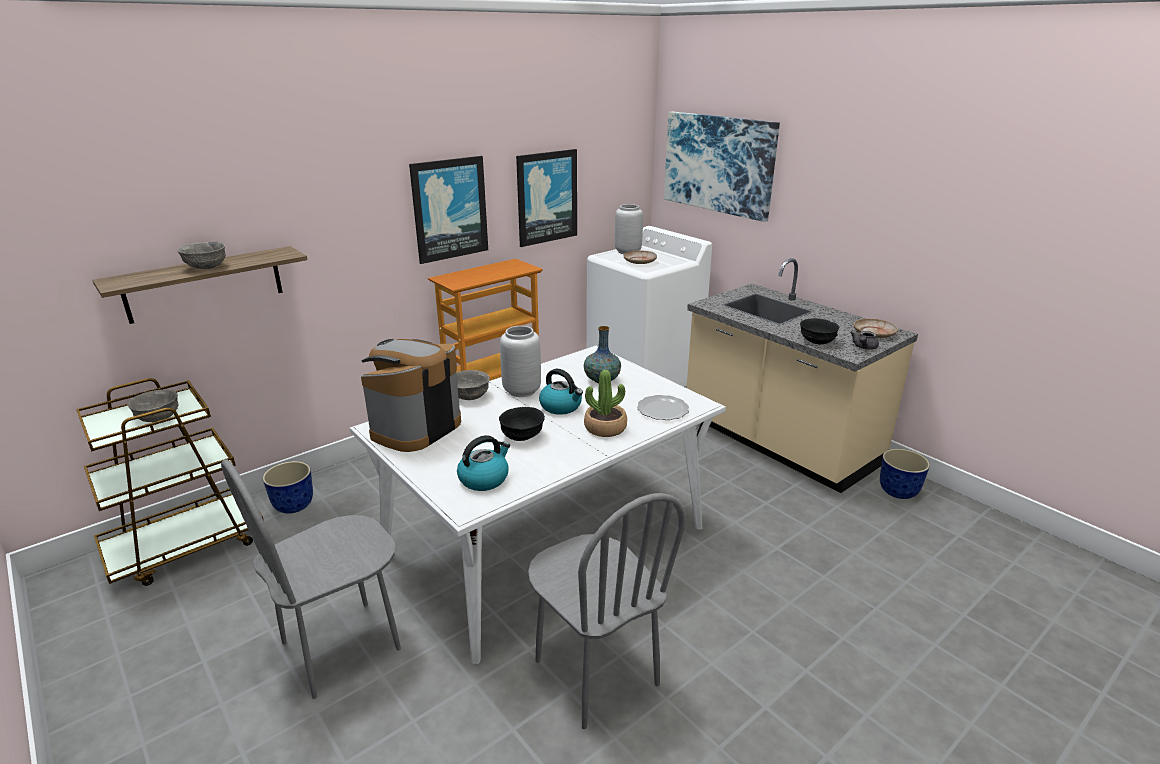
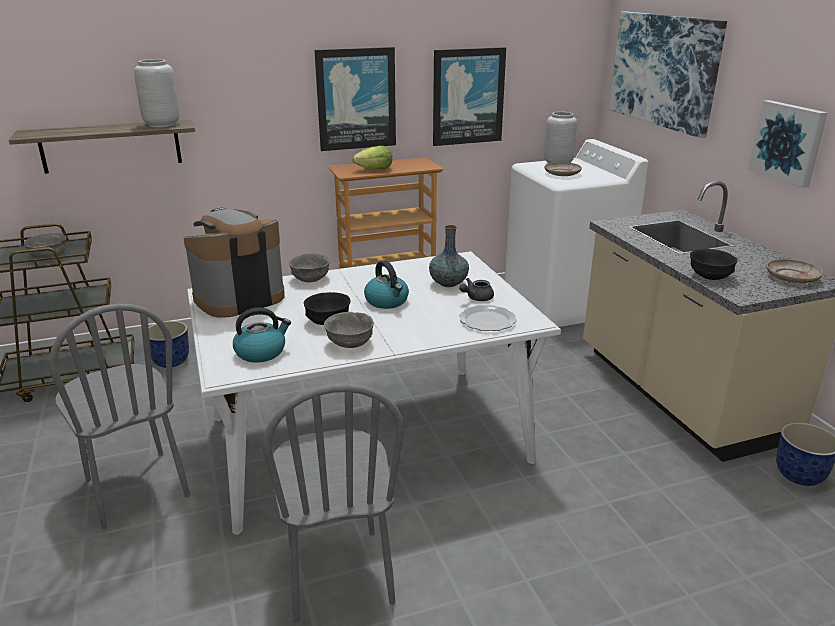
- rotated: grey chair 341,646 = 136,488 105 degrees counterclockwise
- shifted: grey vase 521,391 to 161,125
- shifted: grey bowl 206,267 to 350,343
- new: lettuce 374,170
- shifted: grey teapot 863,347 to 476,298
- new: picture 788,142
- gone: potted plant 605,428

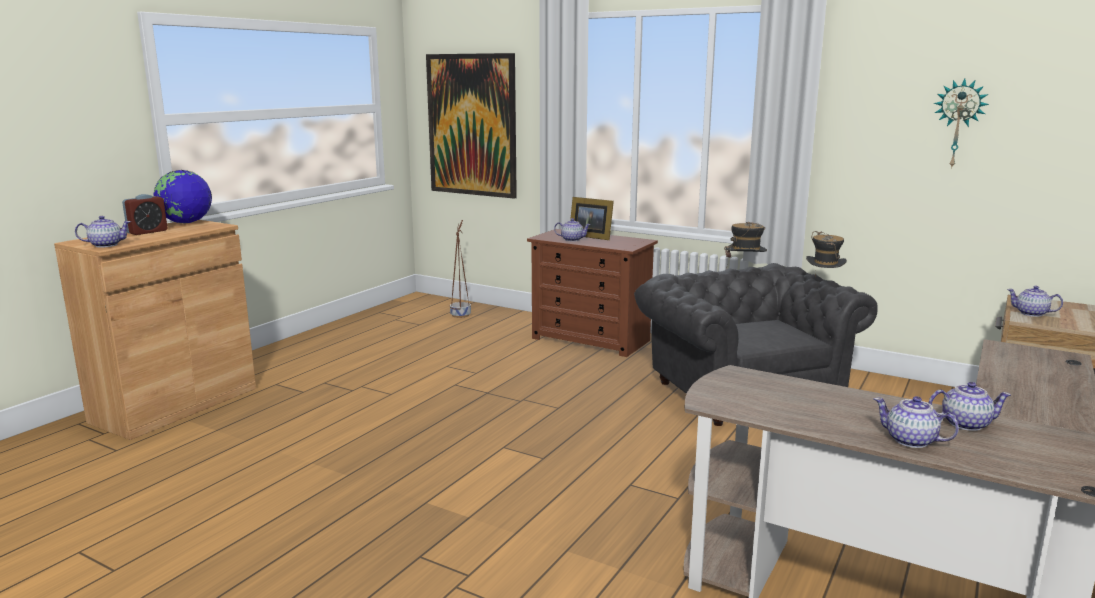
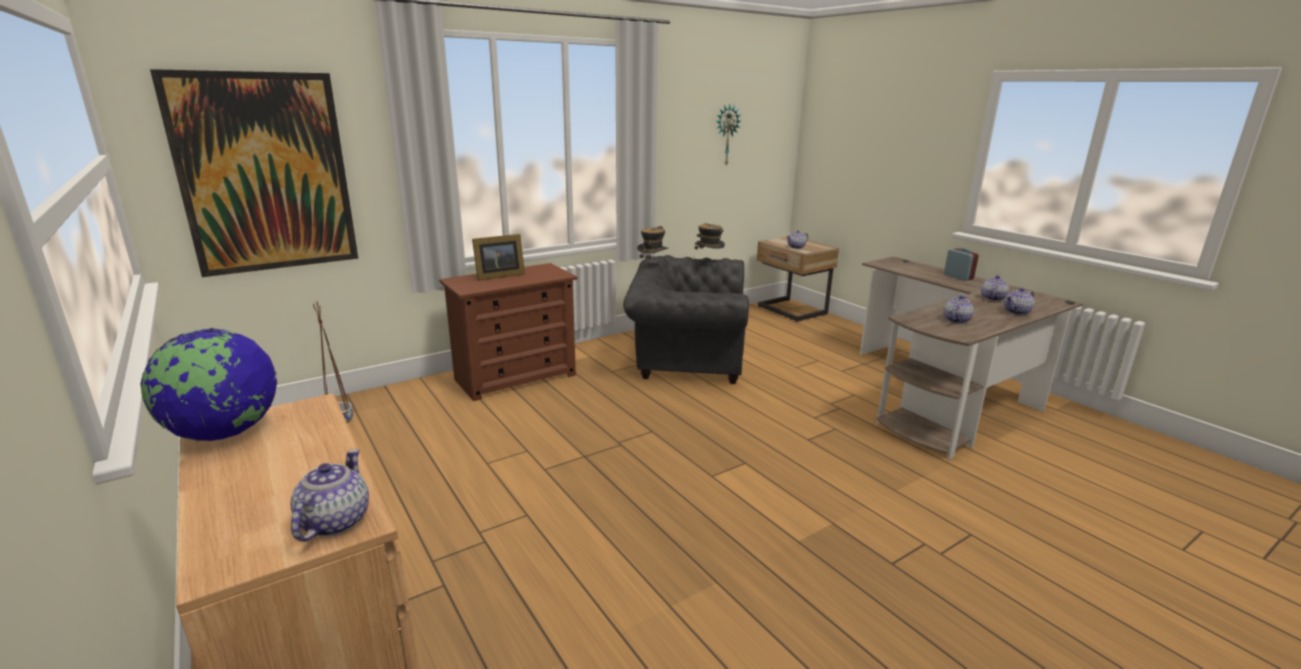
- shifted: teapot 572,239 to 956,320
- shifted: alarm clock 147,232 to 958,277

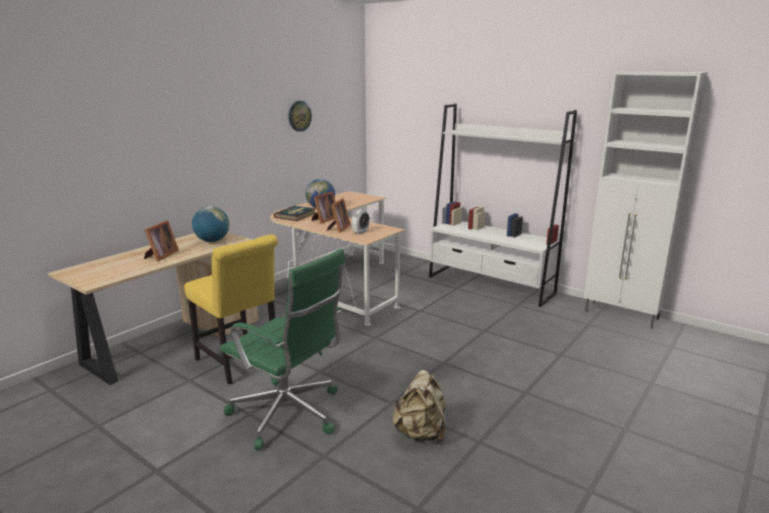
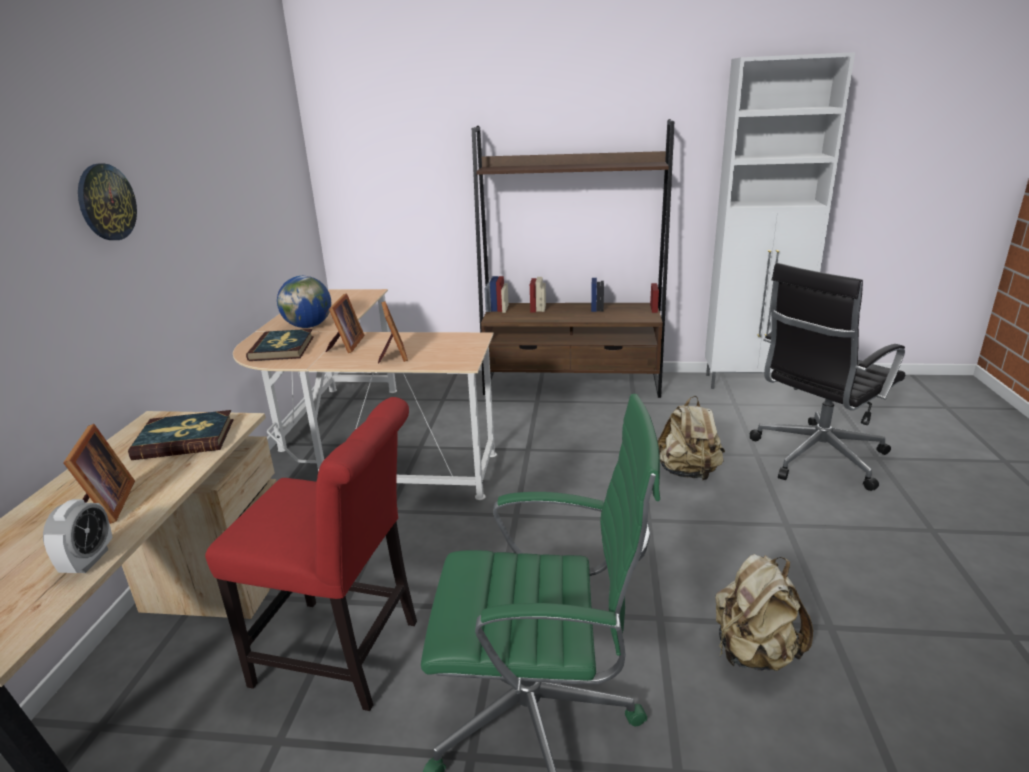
- shifted: alarm clock 360,232 to 88,561
- shifted: wall clock 299,116 to 106,202
- swapped: globe 212,241 to book 185,439
- repainted: yellow chair 240,363 to red chair 345,655
- repainted: white bookcase 490,285 to brown bookcase 572,384
- new: beige backpack 688,472
- new: black office chair 815,457

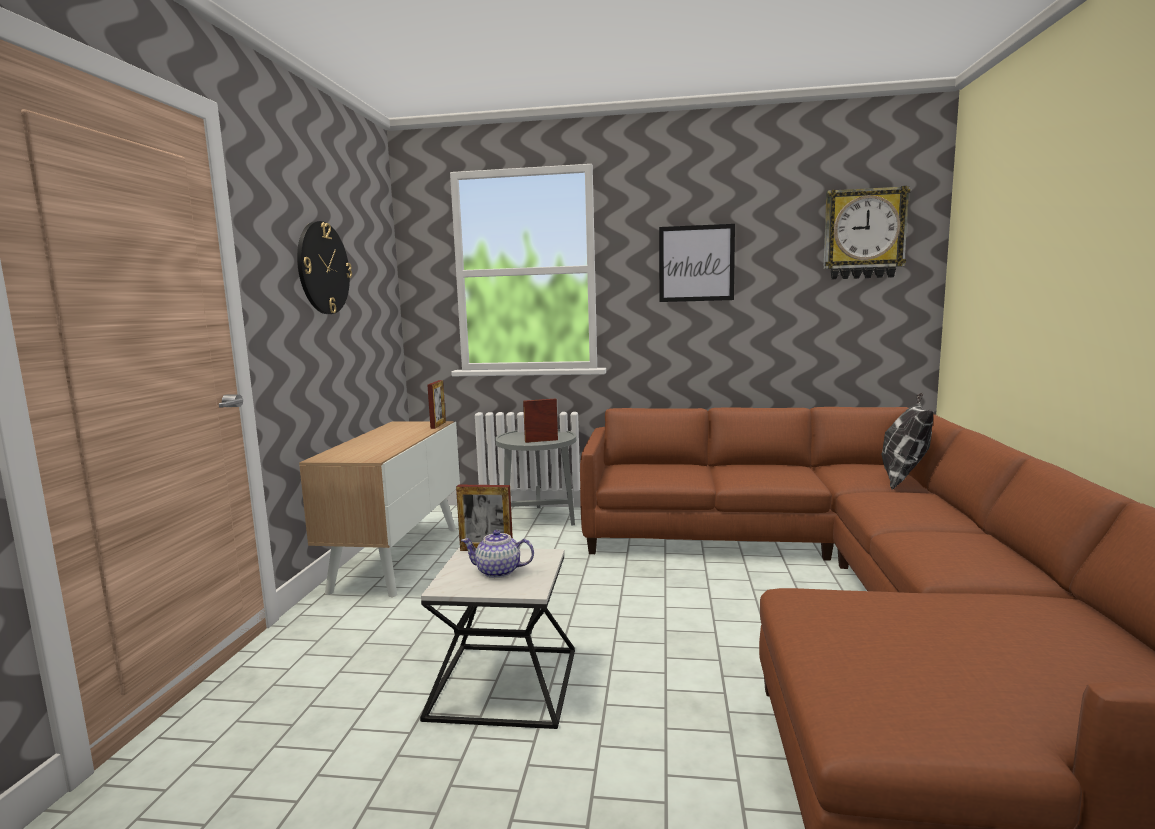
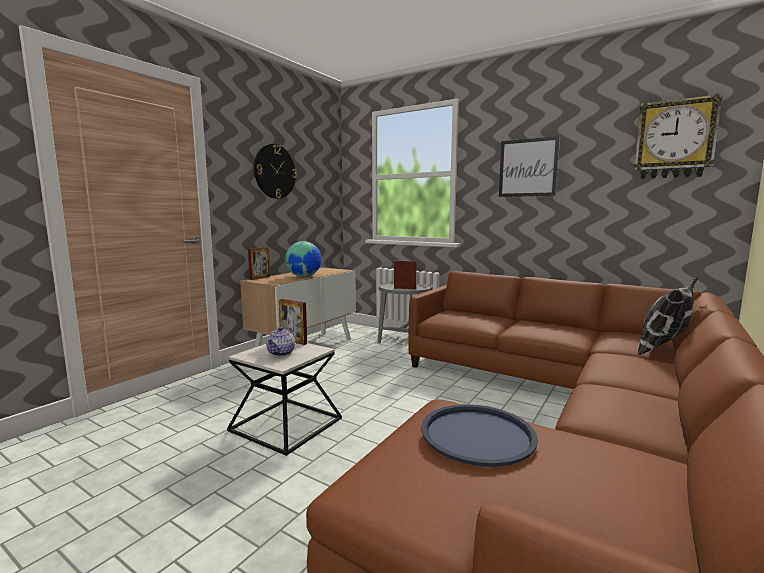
- shifted: picture frame 438,425 to 260,278
- rotated: teapot 499,572 = 281,353 105 degrees counterclockwise
- new: globe 304,276
- new: blue tray 477,435

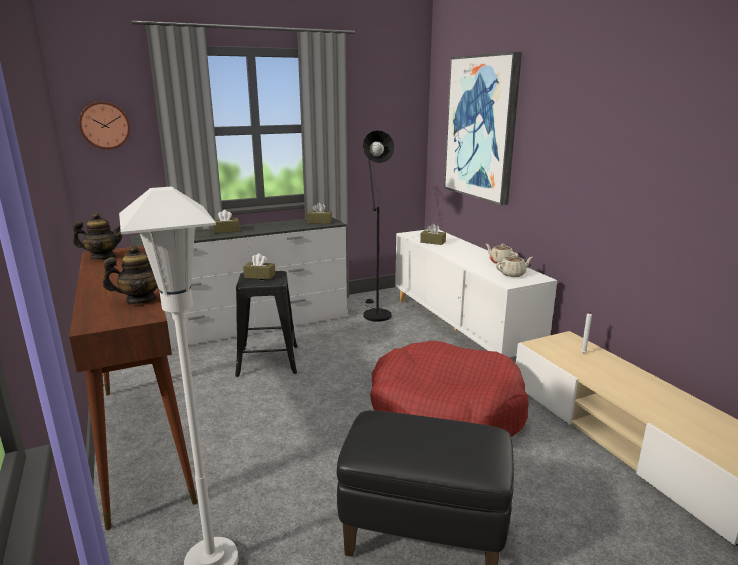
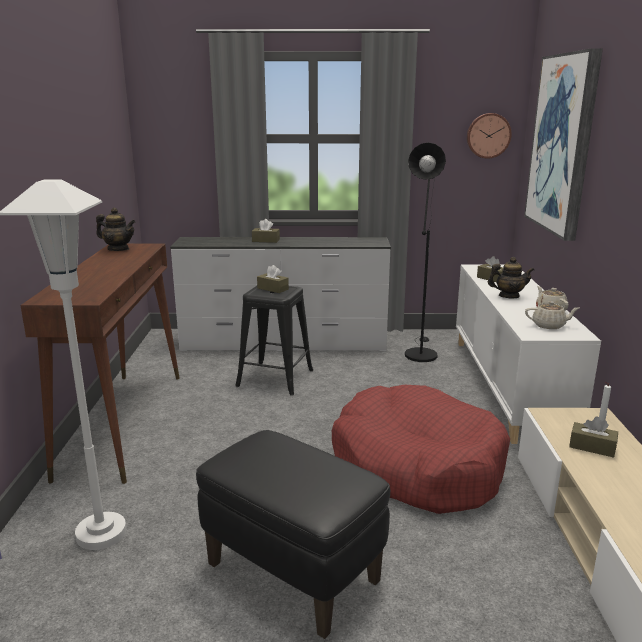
- shifted: wall clock 105,125 to 488,135
- shifted: teapot 141,300 to 508,296
- shifted: brown tissue box 319,222 to 592,447

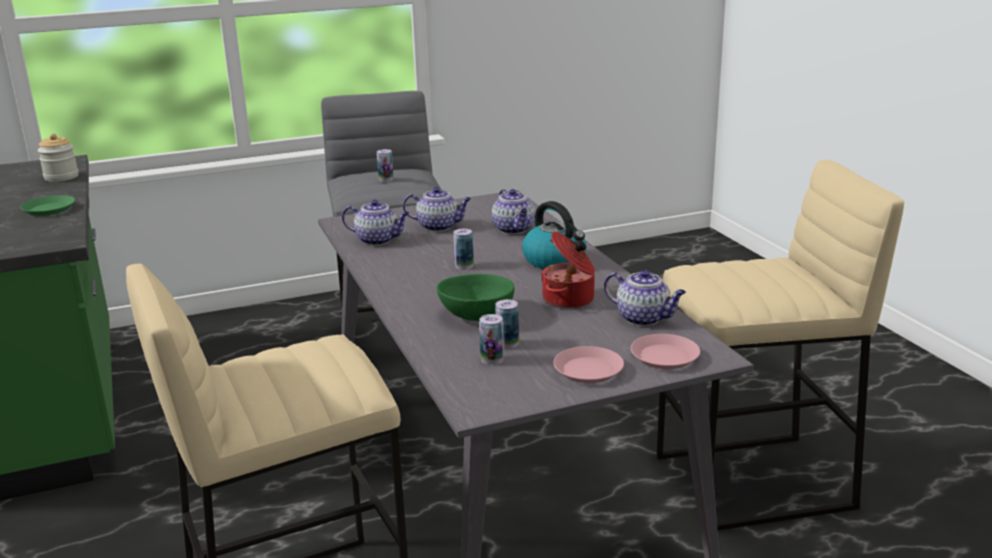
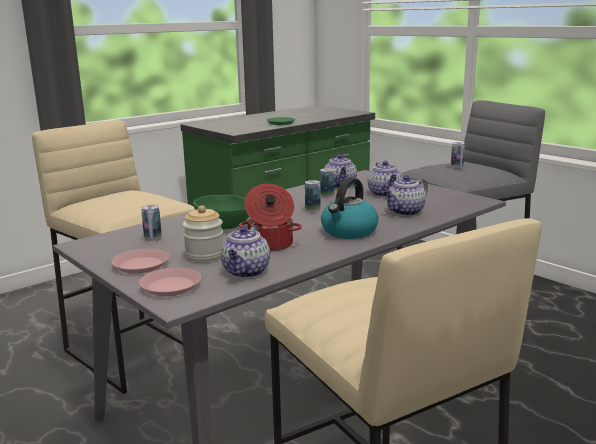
- shifted: jar 61,177 to 205,256
- shifted: can 507,344 to 327,196

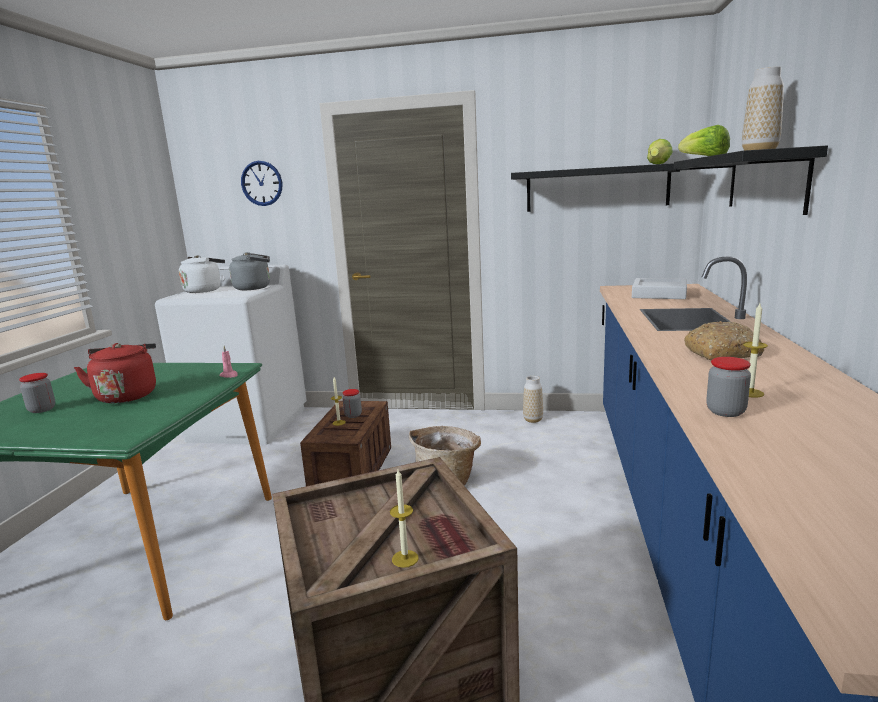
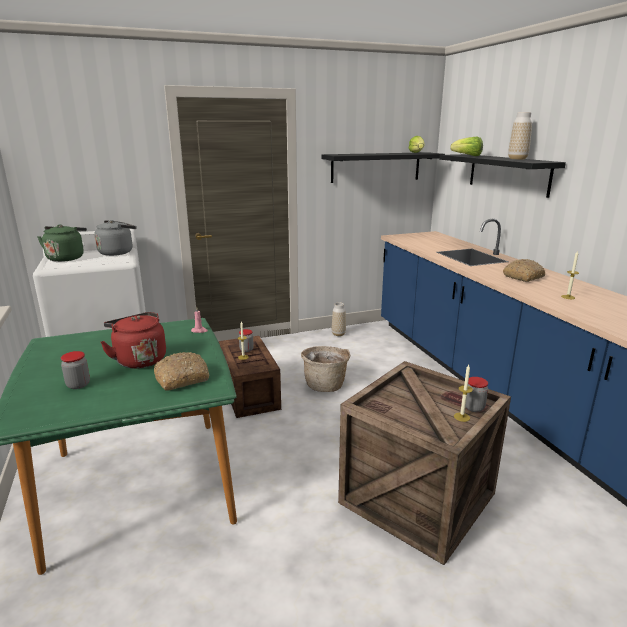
- repainted: white kettle 204,290 to green kettle 66,258
- new: bread 183,378
- shifted: jar 725,411 to 474,408
- gone: wall clock 262,183
- gone: grey tray 659,294

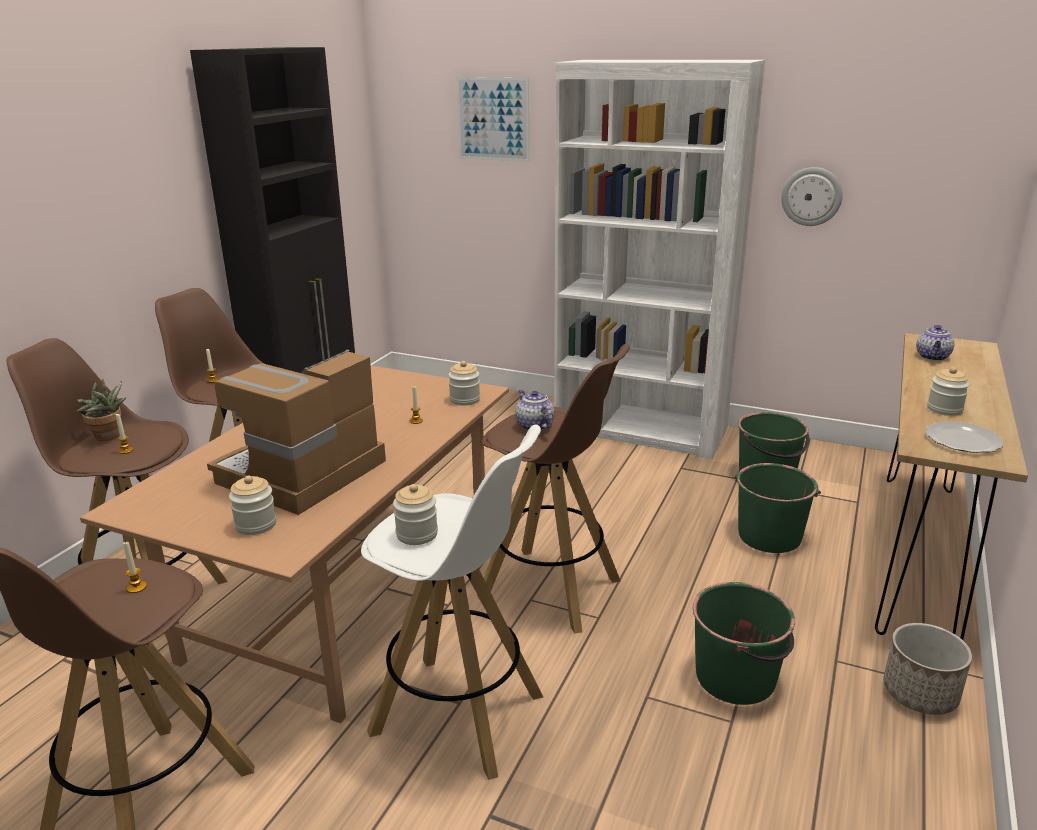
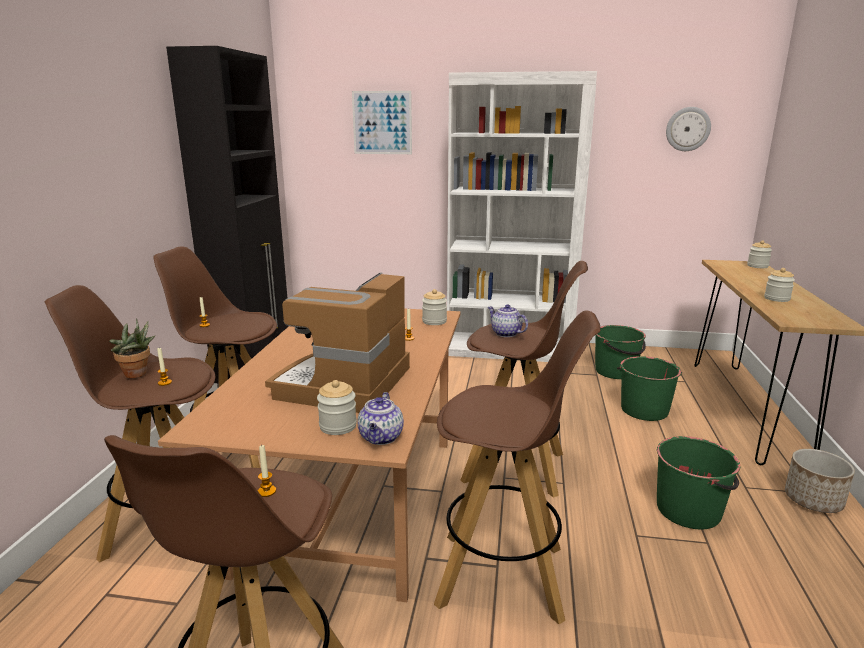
- shifted: teapot 933,357 to 381,438
- repainted: white stool 459,715 to brown stool 503,576
- shifted: wall clock 811,196 to 688,129
- shifted: jar 417,534 to 757,266
- gone: plate 963,440

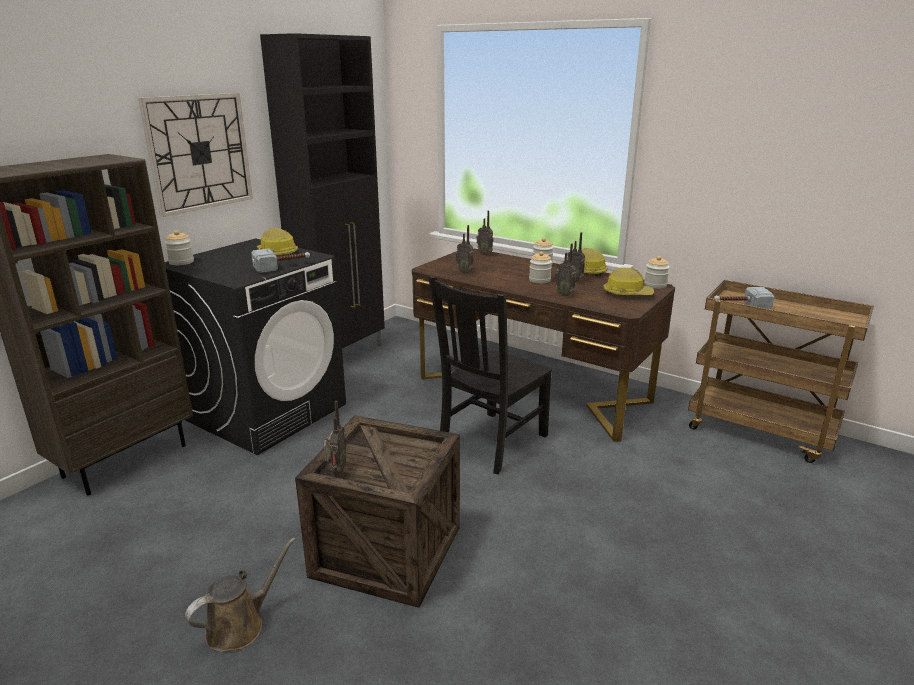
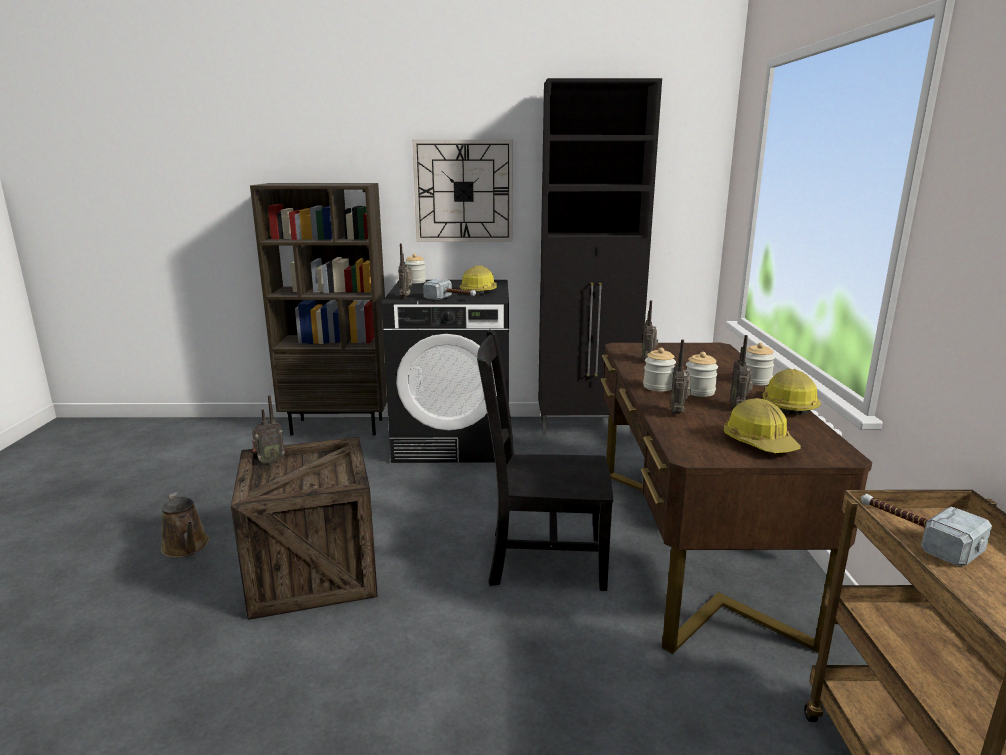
- rotated: brown watering can 240,626 = 186,547 45 degrees clockwise
- shifted: radio 485,254 to 407,297
- shifted: jar 655,285 to 658,387

